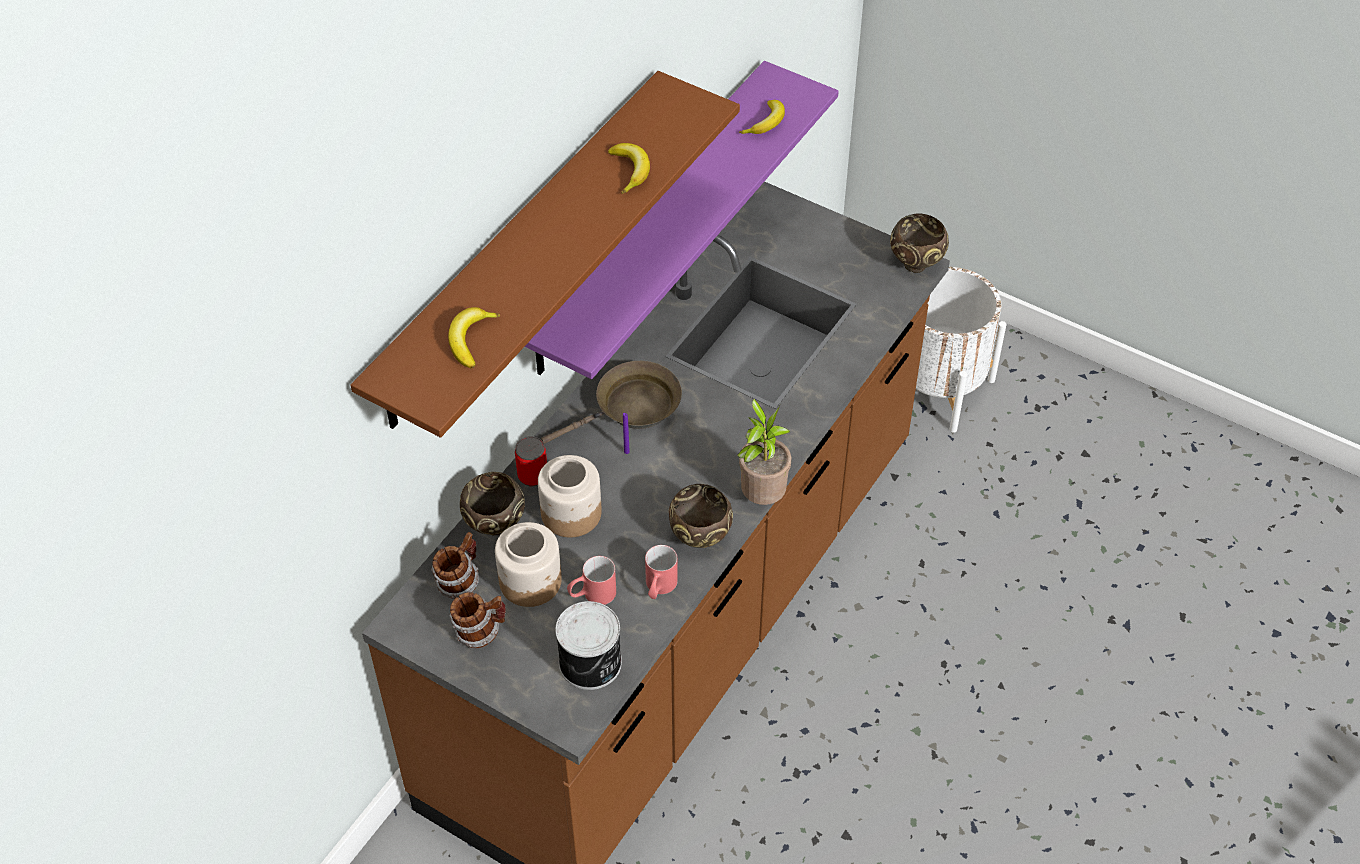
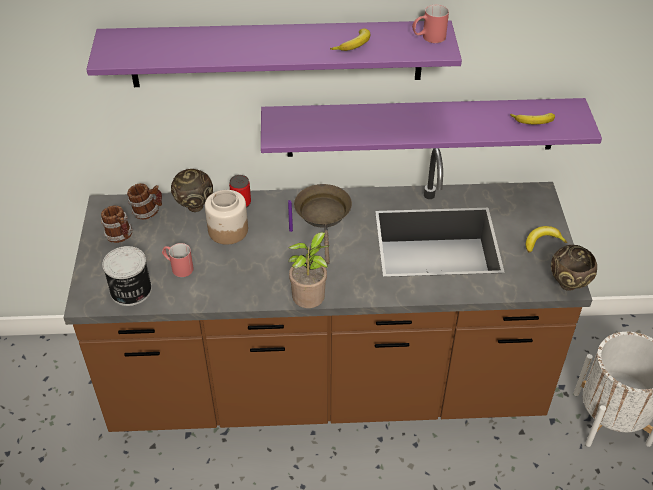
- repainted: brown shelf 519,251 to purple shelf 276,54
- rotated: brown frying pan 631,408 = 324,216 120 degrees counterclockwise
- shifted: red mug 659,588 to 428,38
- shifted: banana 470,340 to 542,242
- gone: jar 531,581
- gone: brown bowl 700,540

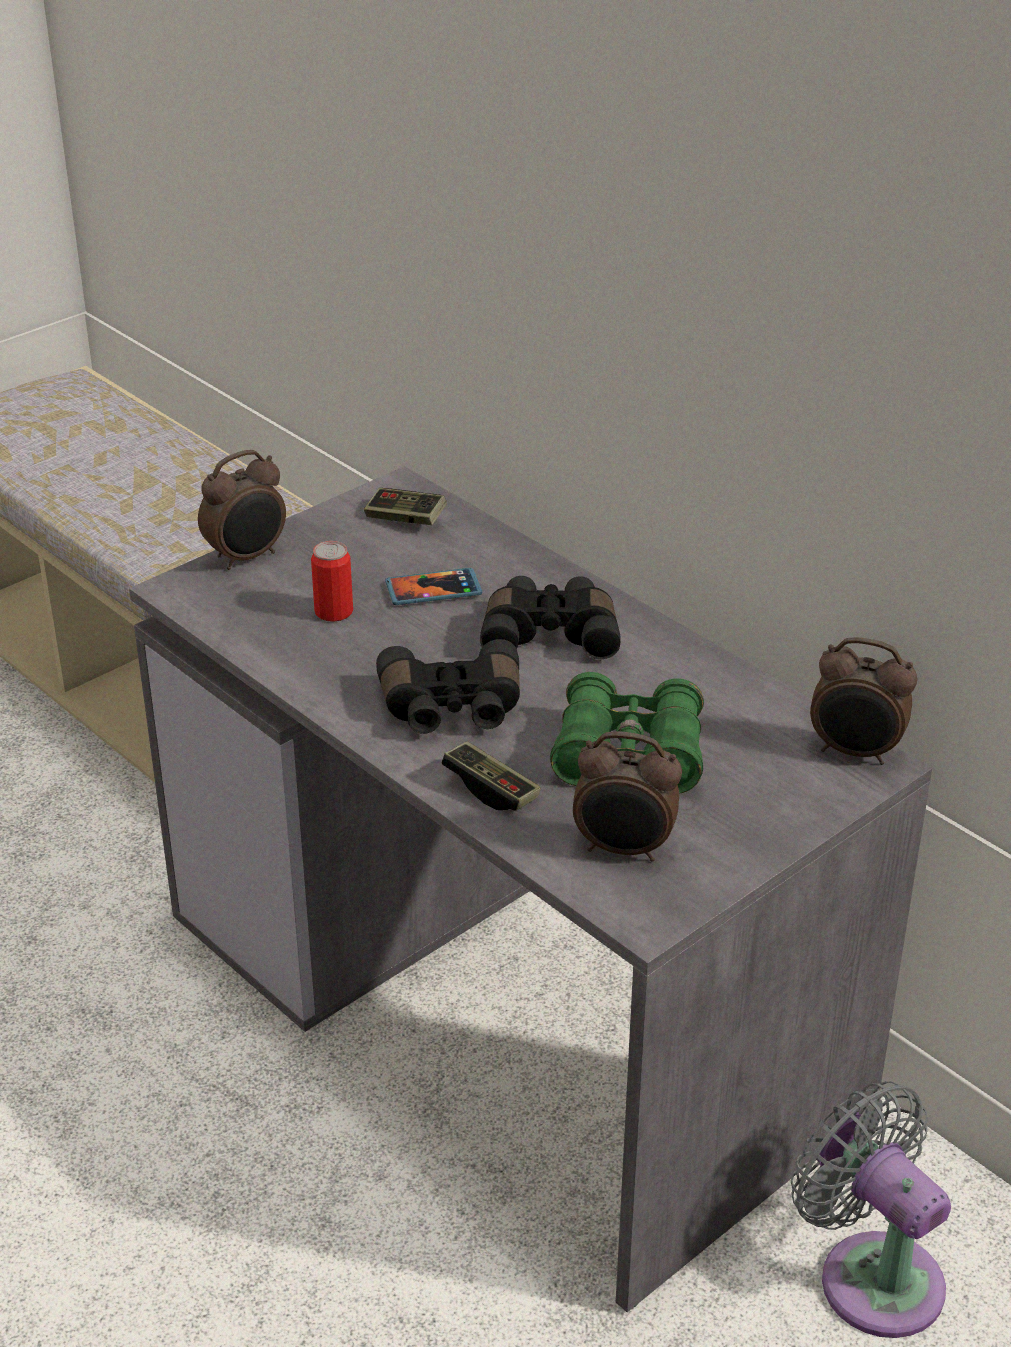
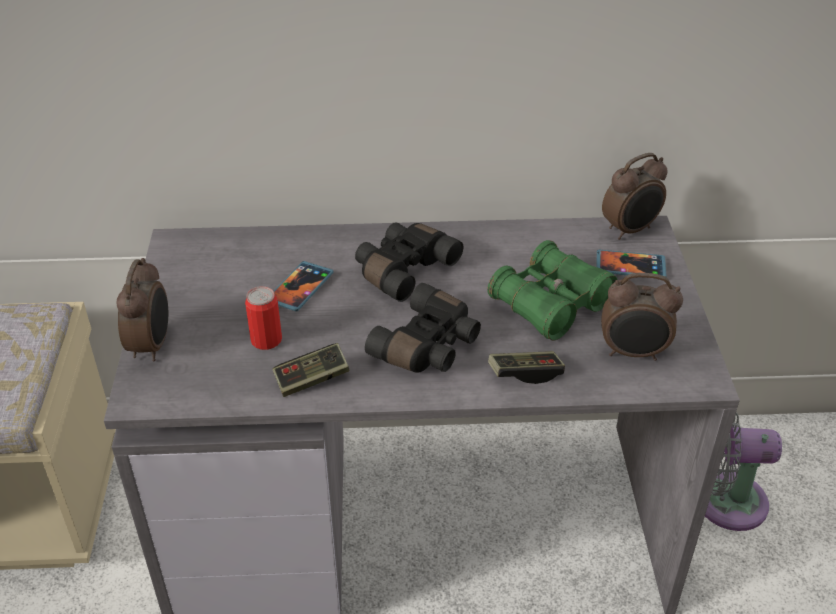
- shifted: game controller 405,519 to 311,379
- new: phone 630,266
- rotated: alarm clock 624,849 = 633,353 45 degrees clockwise

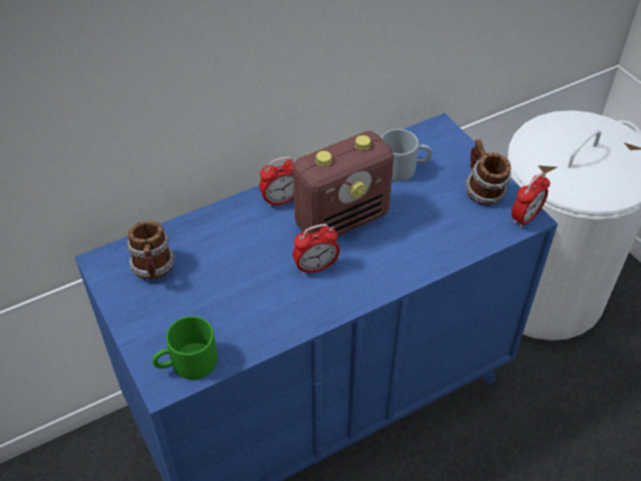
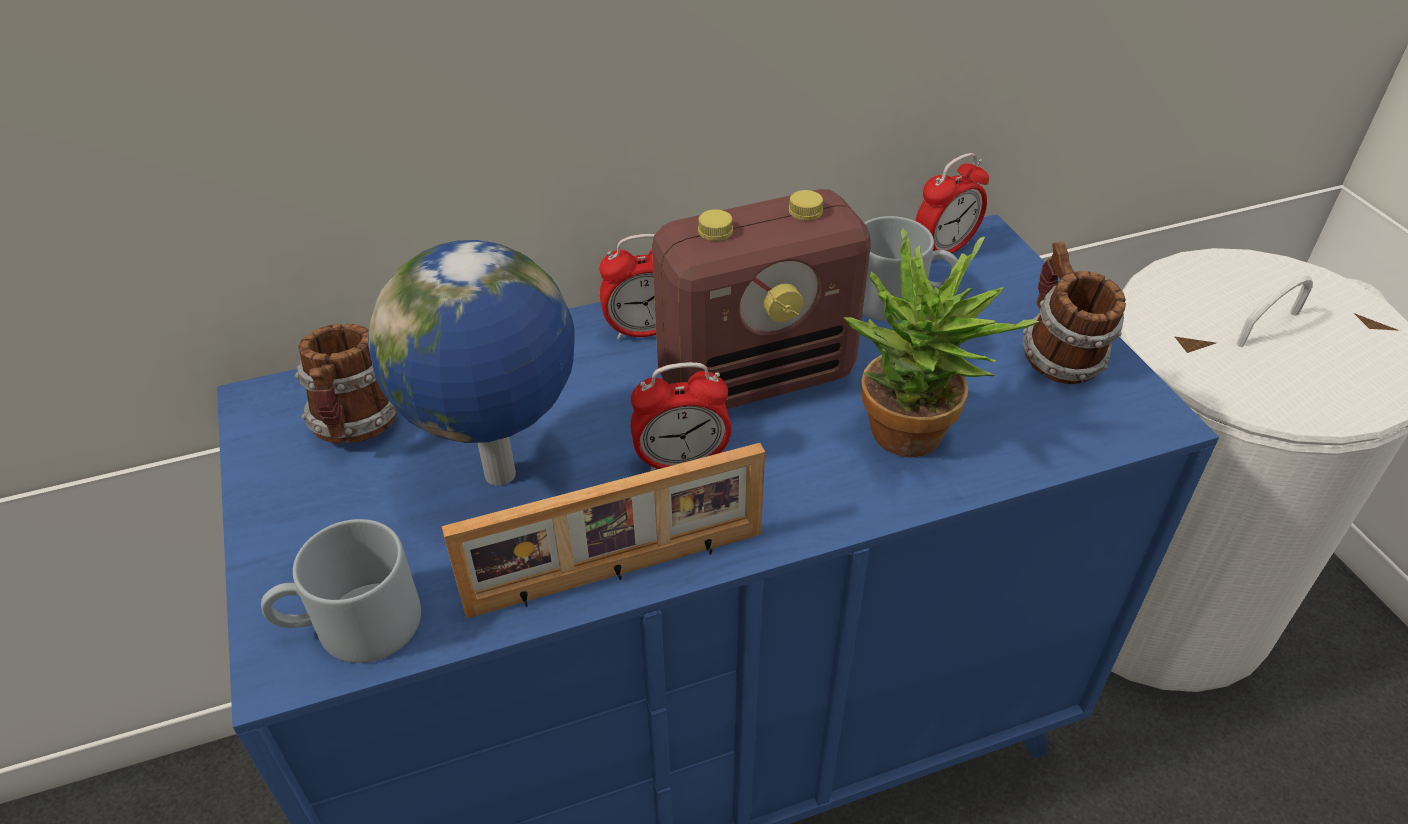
- repainted: green mug 187,364 to grey mug 351,627
- new: globe 502,477
- new: picture frame 618,574
- new: potted plant 913,443
- shifted: alarm clock 525,218 to 944,249

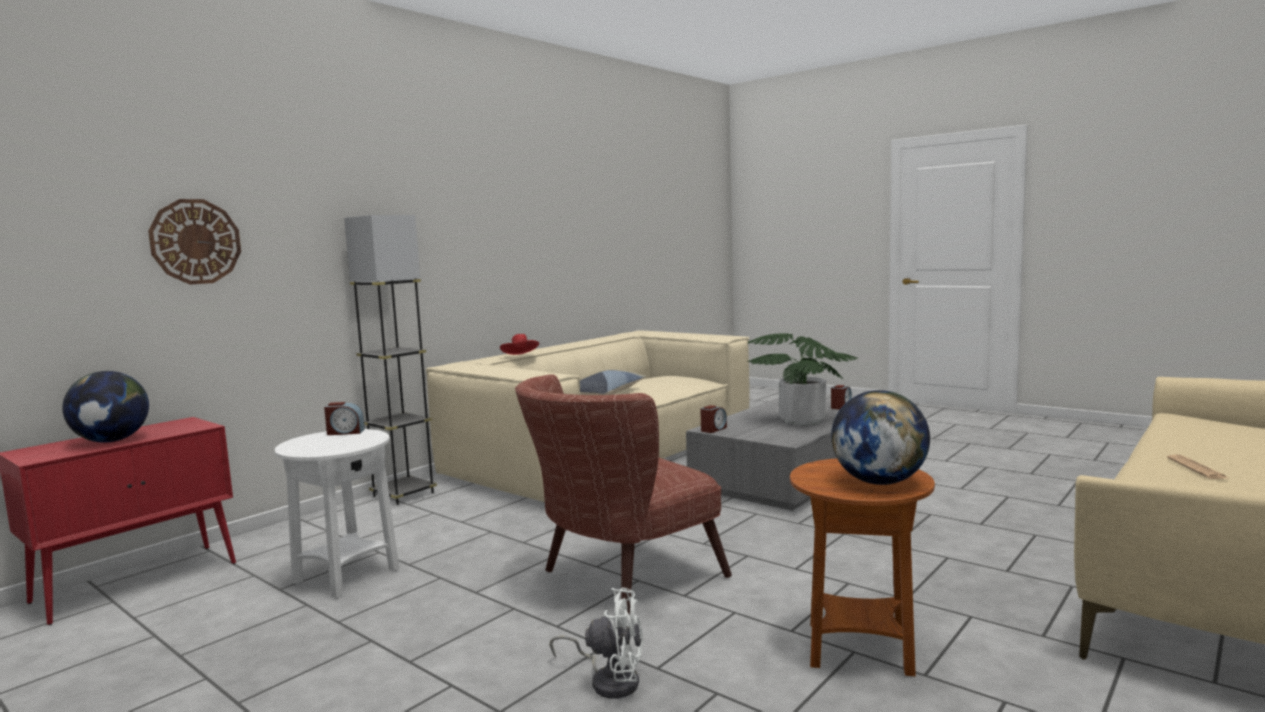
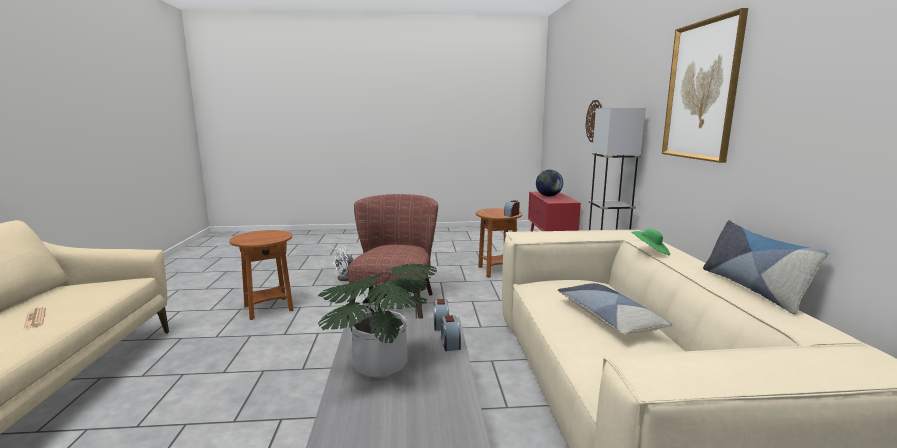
- shifted: alarm clock 841,406 to 450,343
- repainted: white side table 346,576 to brown side table 497,271
- repainted: red hat 520,356 to green hat 650,252
- new: picture 701,91
- new: pillow 752,288
- gone: globe 879,482

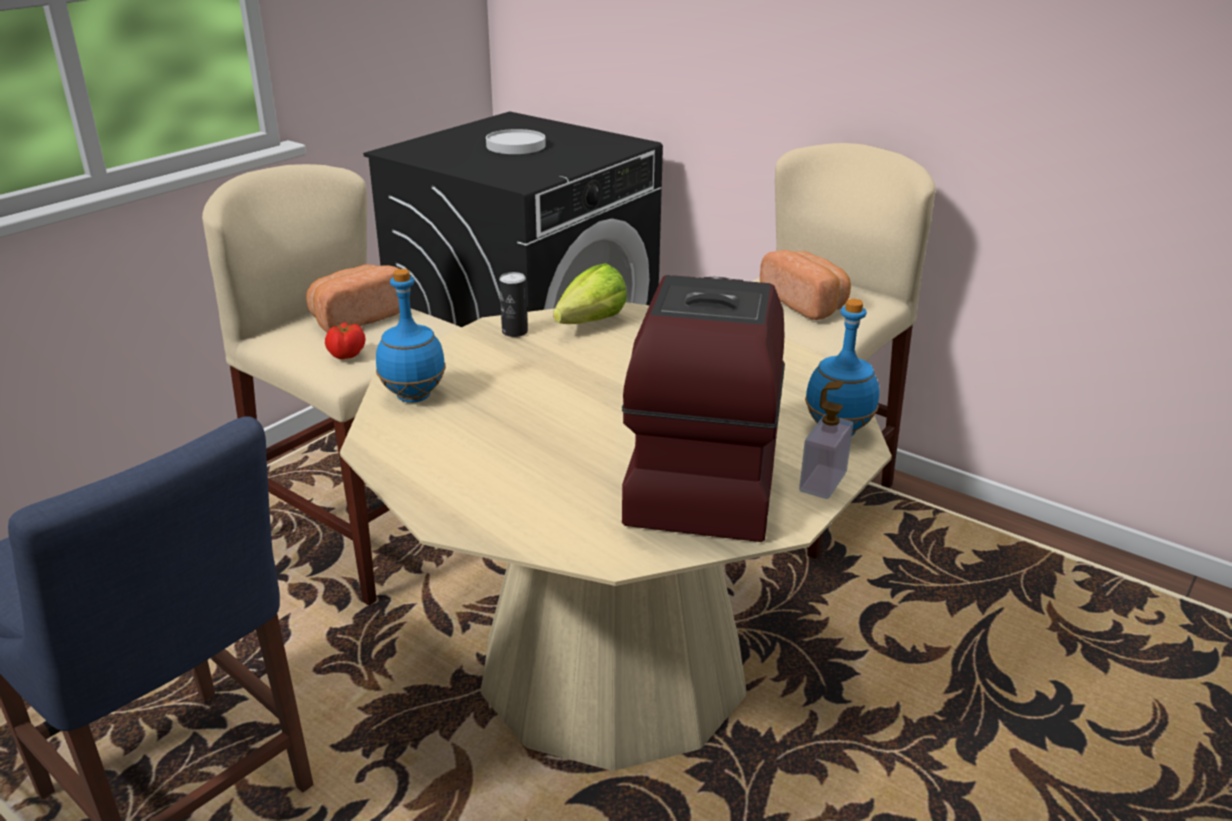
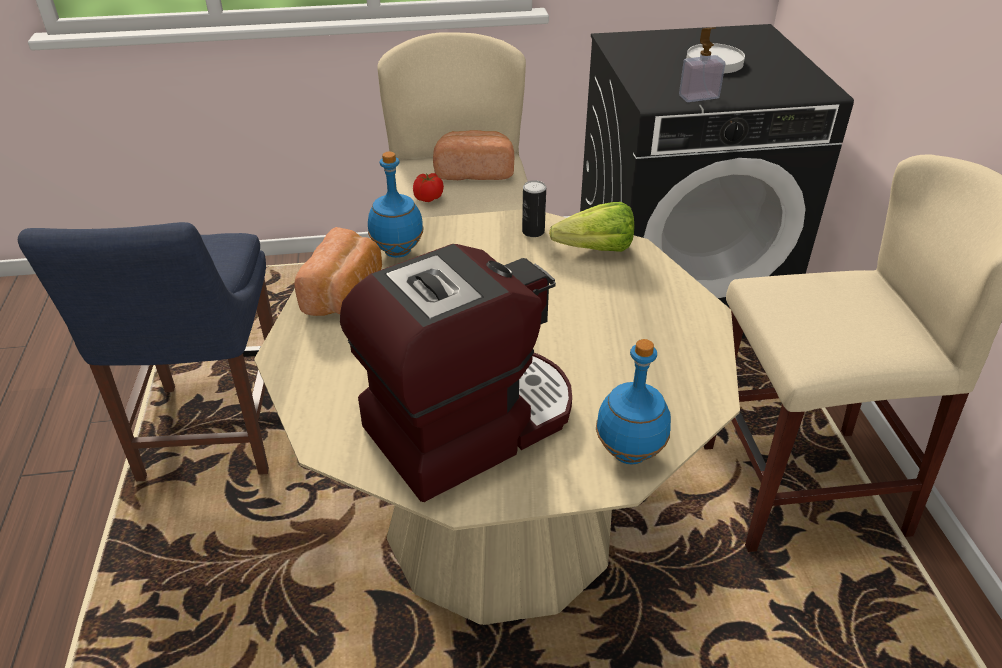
- shifted: bread 806,303 to 346,293
- shifted: soap dispenser 823,482 to 698,97

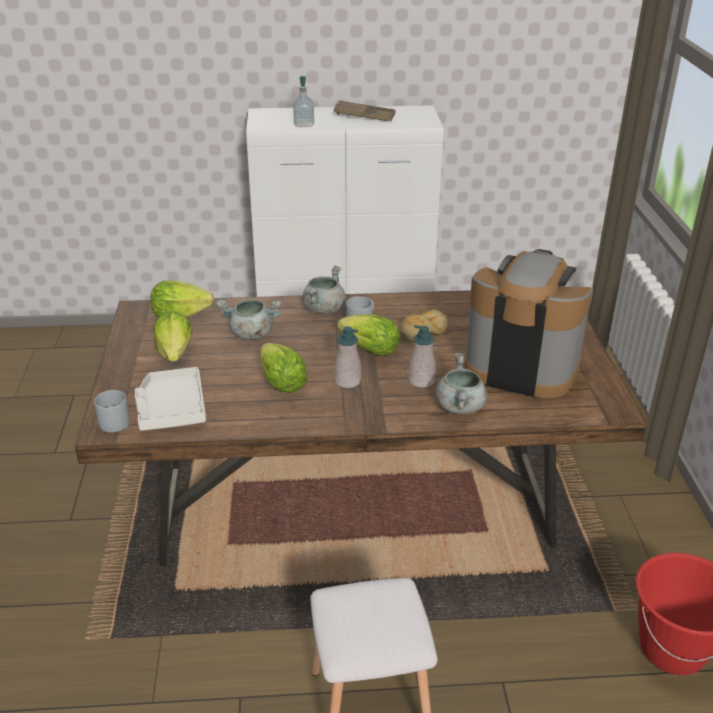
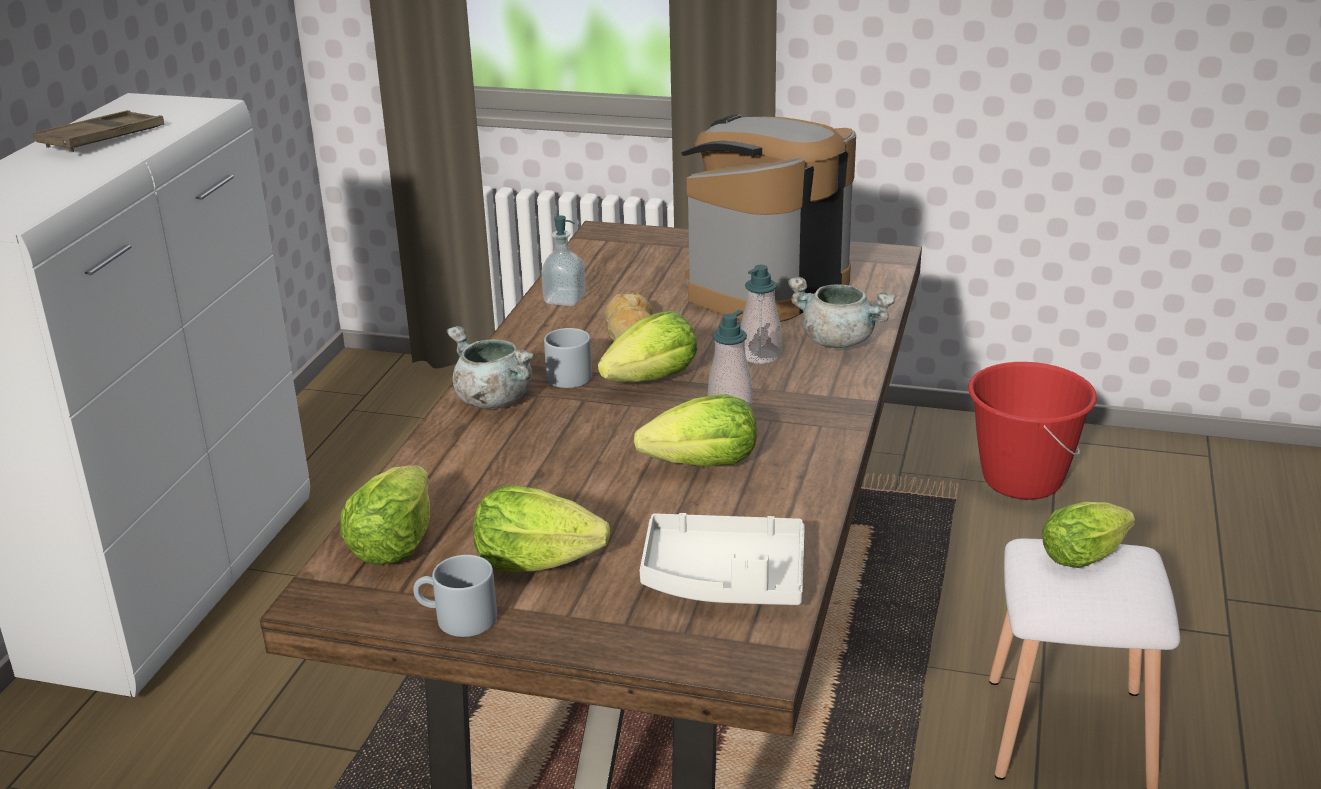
- shifted: grey mug 114,419 to 456,619
- shifted: soap dispenser 304,124 to 564,300
- new: lettuce 1087,555
- gone: grey cooking pot 250,334

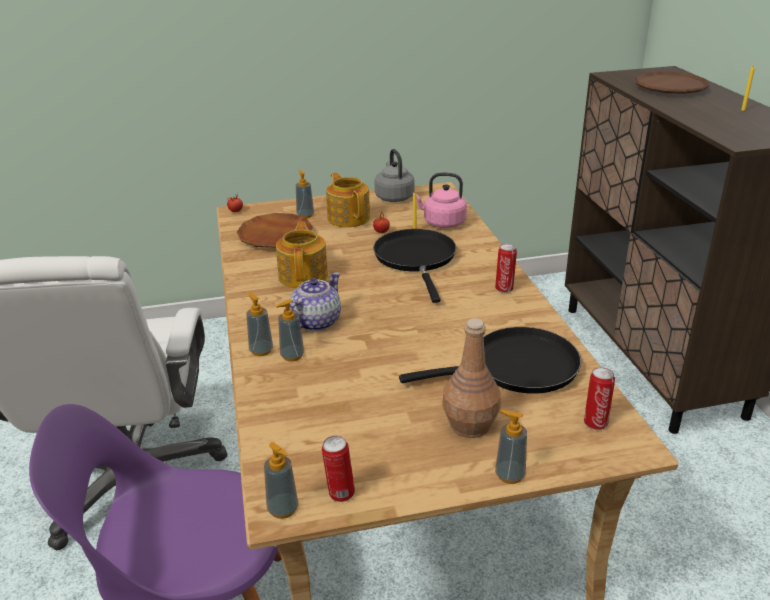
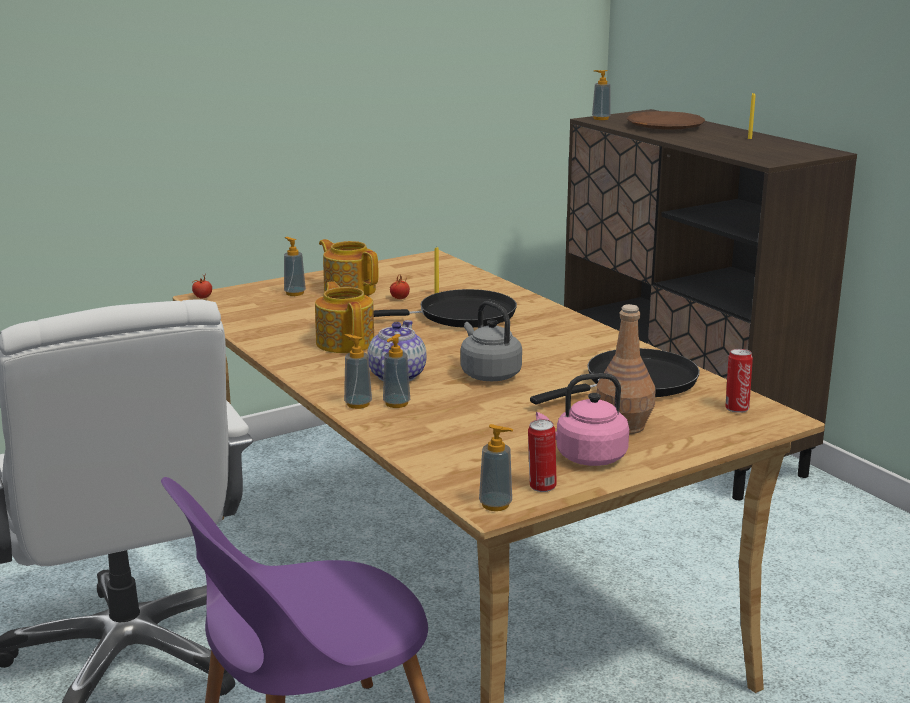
- rotated: black frying pan 416,259 = 460,316 105 degrees clockwise
- shifted: grey kettle 394,197 to 488,374
- shifted: pink kettle 442,223 to 586,457
- shifted: soap dispenser 509,475 to 600,118
- gone: brown plate 275,236
- gone: can 504,288

